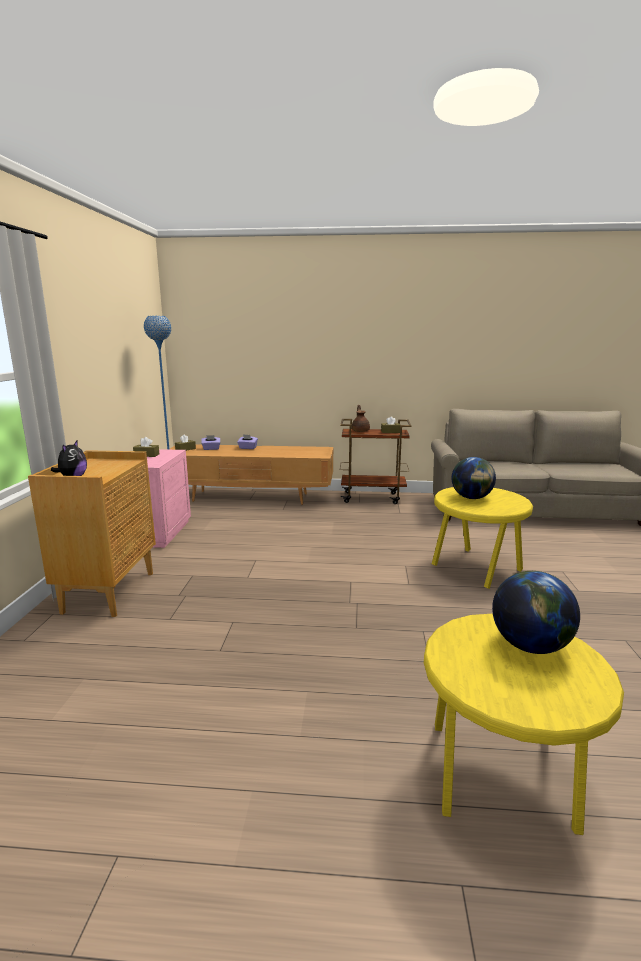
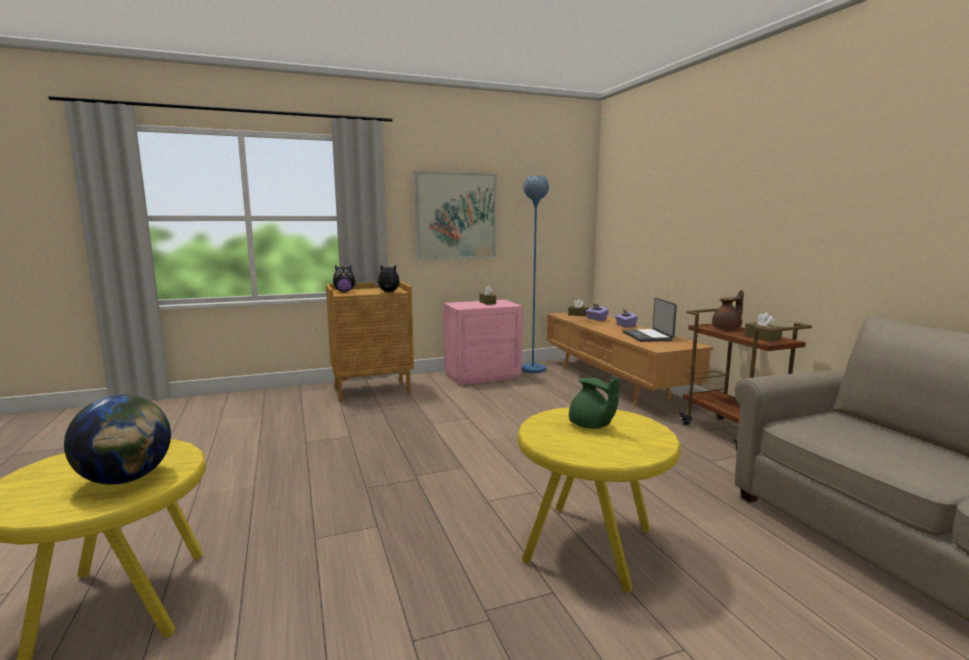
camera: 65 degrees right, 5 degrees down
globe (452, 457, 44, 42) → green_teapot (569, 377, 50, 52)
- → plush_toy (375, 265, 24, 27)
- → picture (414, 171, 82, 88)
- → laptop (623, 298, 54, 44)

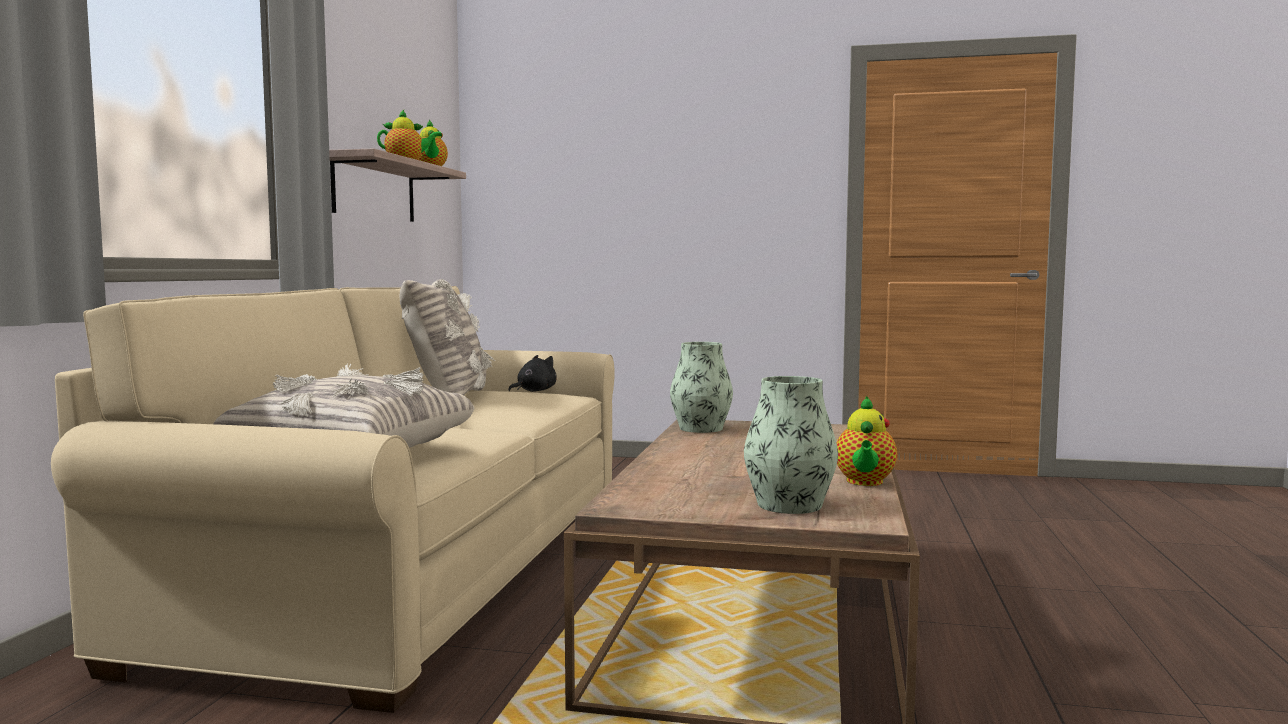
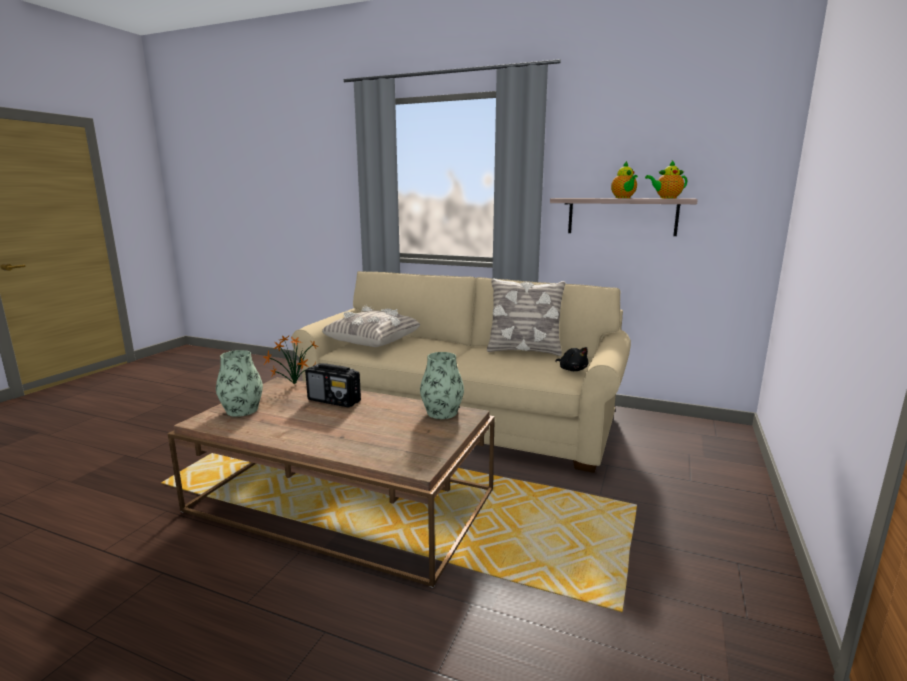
camera: 100 degrees right, 10 degrees up
teapot (836, 396, 61, 90) → -
- → potted_plant (264, 335, 54, 50)
- → radio (305, 363, 56, 45)

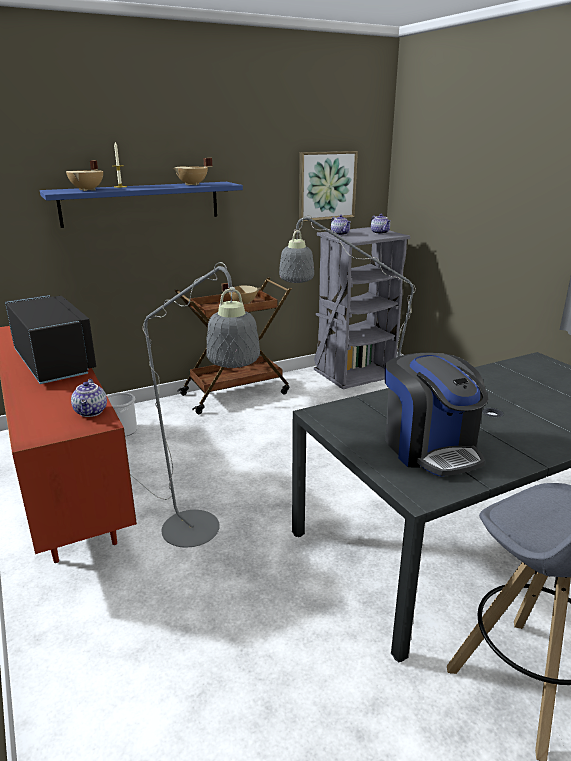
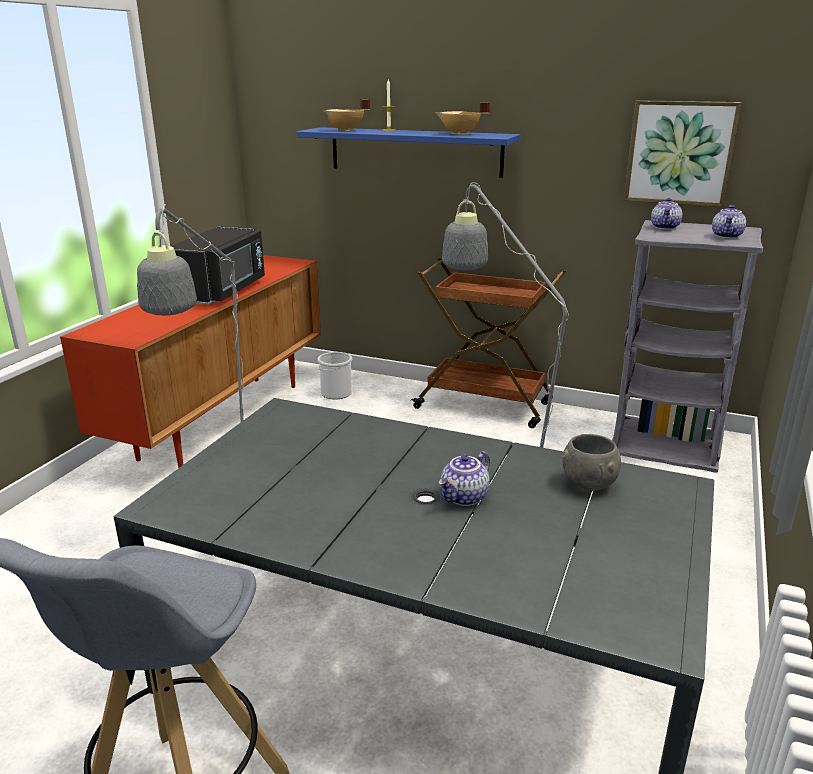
camera: 50 degrees right, 0 degrees up
teapot (71, 379, 36, 38) → teapot (439, 451, 51, 55), moved
beige_cooking_pot (222, 283, 39, 21) → -
coffee_machine (385, 353, 104, 124) → -
- → grey_bowl (562, 434, 59, 56)

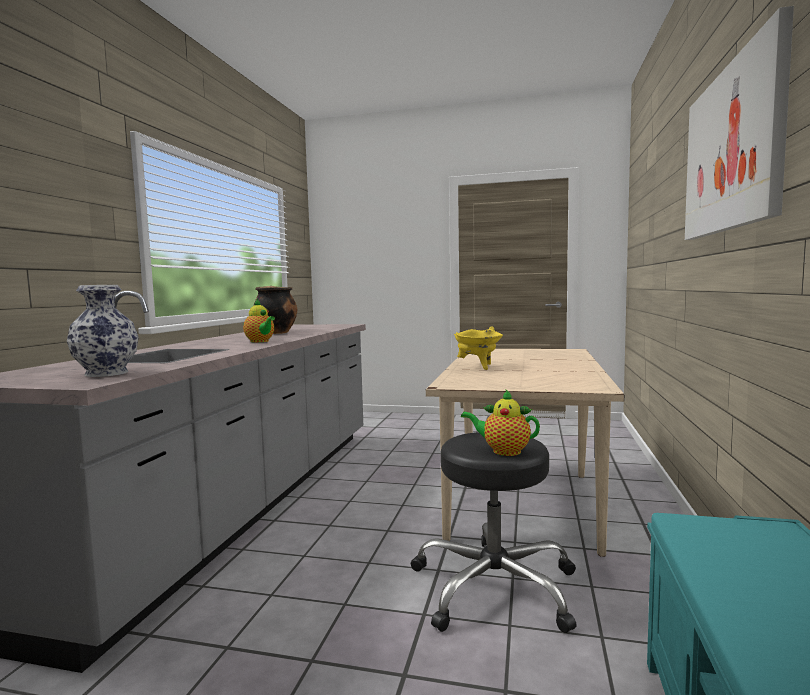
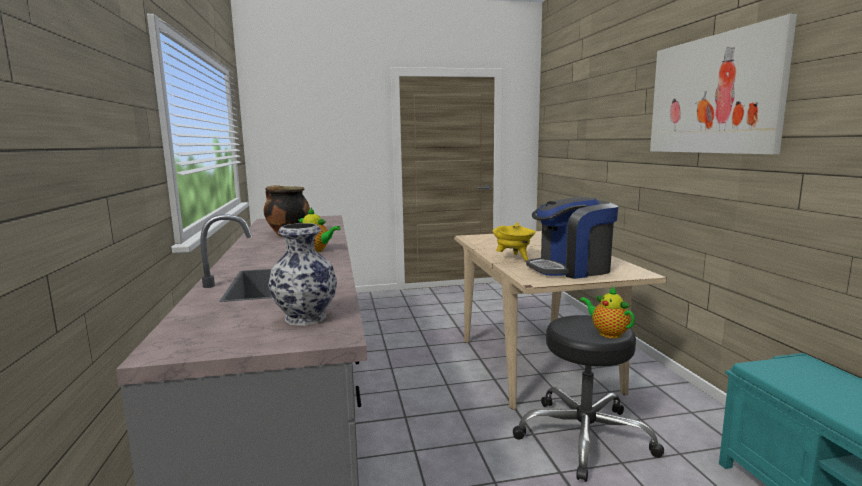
camera: 25 degrees left, 5 degrees up
teapot (461, 389, 79, 67) → teapot (580, 286, 55, 52), 60 degrees clockwise
- → coffee_machine (526, 197, 92, 82)

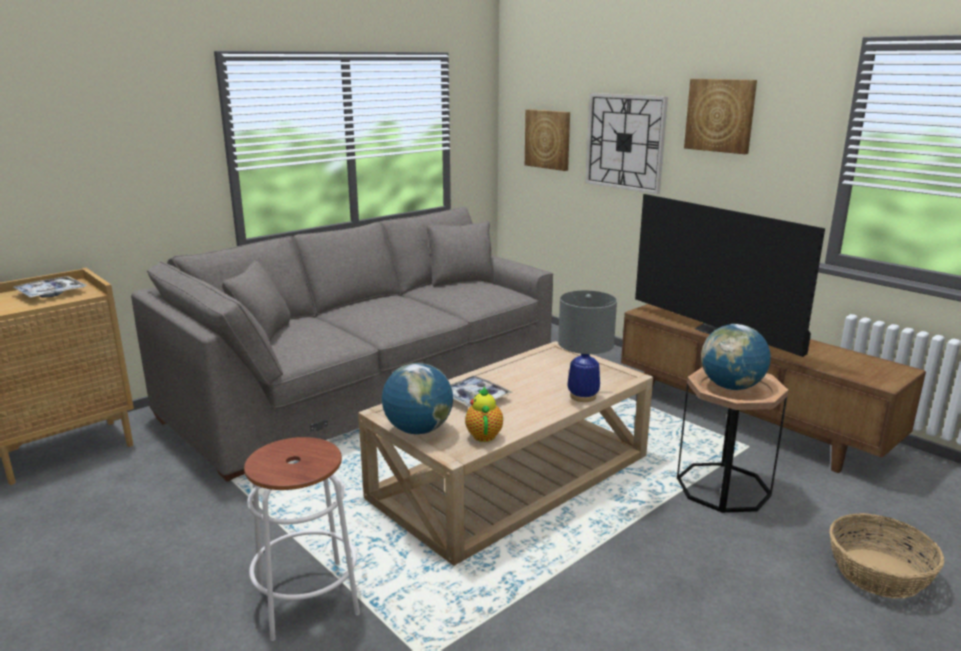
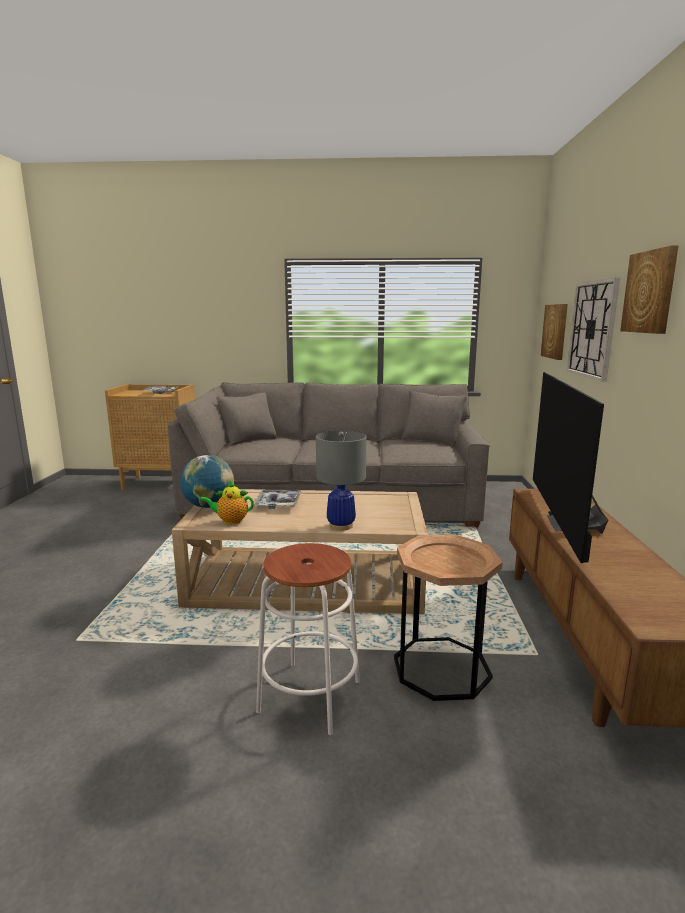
camera: 45 degrees right, 5 degrees down
white_stool (244, 437, 116, 204) → white_stool (256, 543, 104, 192), moved
teapot (465, 386, 38, 56) → teapot (200, 481, 54, 43), 135 degrees counterclockwise
globe (701, 324, 70, 66) → -
basket (830, 513, 114, 86) → -

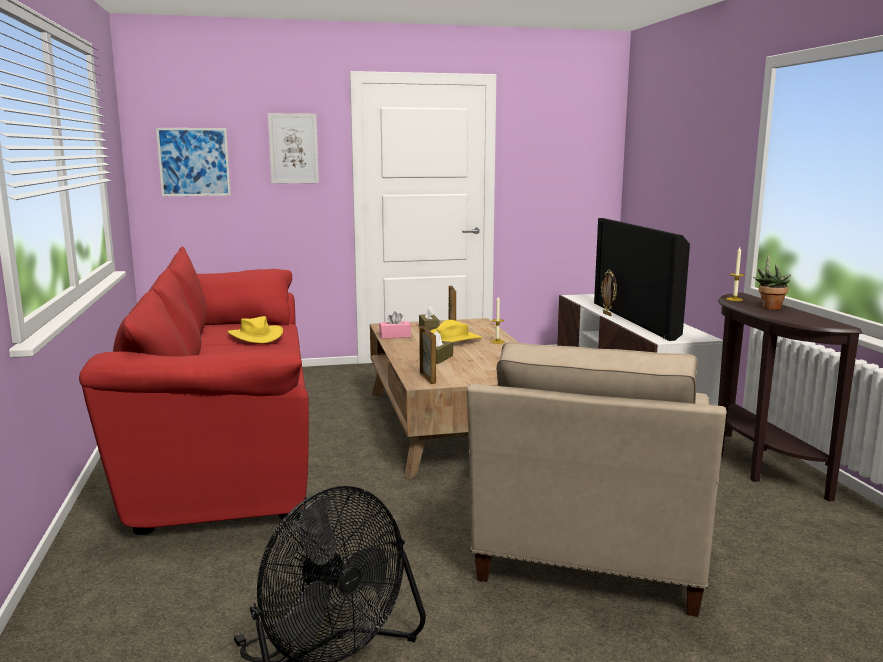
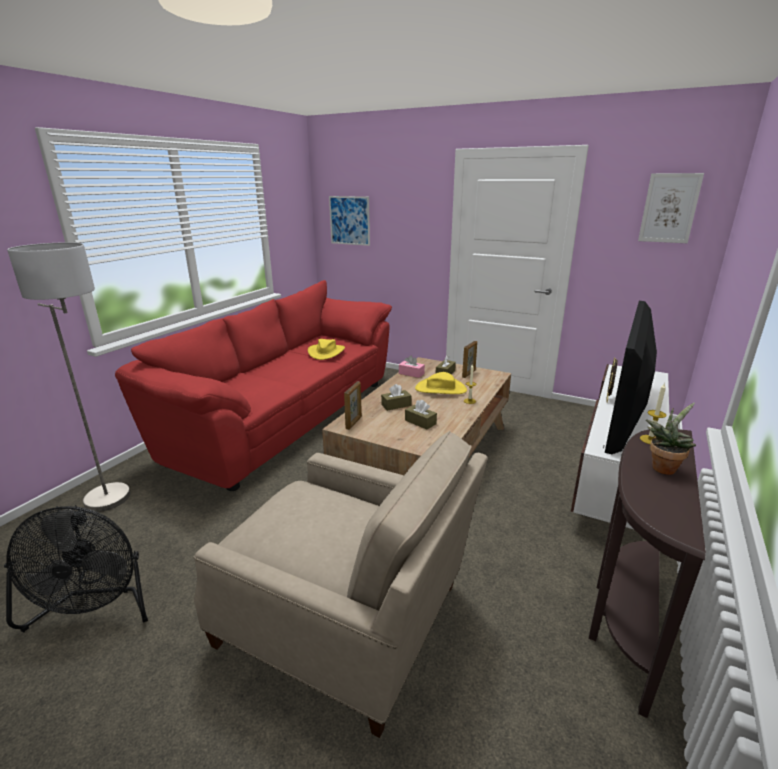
camera: 40 degrees right, 10 degrees up
picture (268, 113, 51, 71) → picture (638, 173, 66, 70), moved
beige_armchair (467, 342, 260, 275) → beige_armchair (193, 431, 295, 307), 120 degrees counterclockwise
- → grey_floor_lamp (7, 242, 123, 270)
- → brown_tissue_box (405, 400, 32, 29)

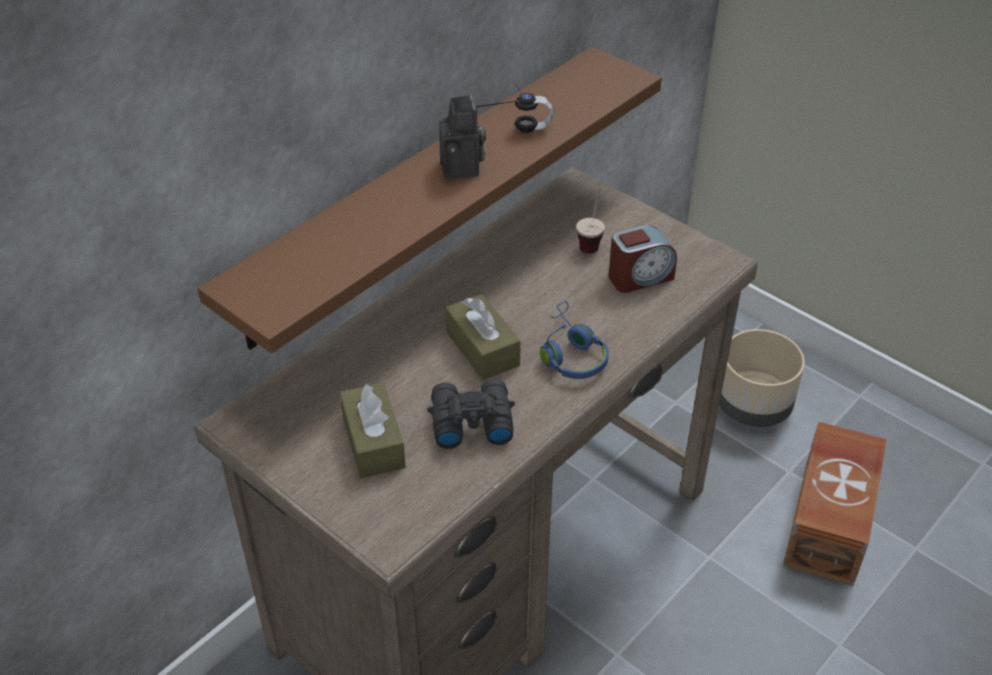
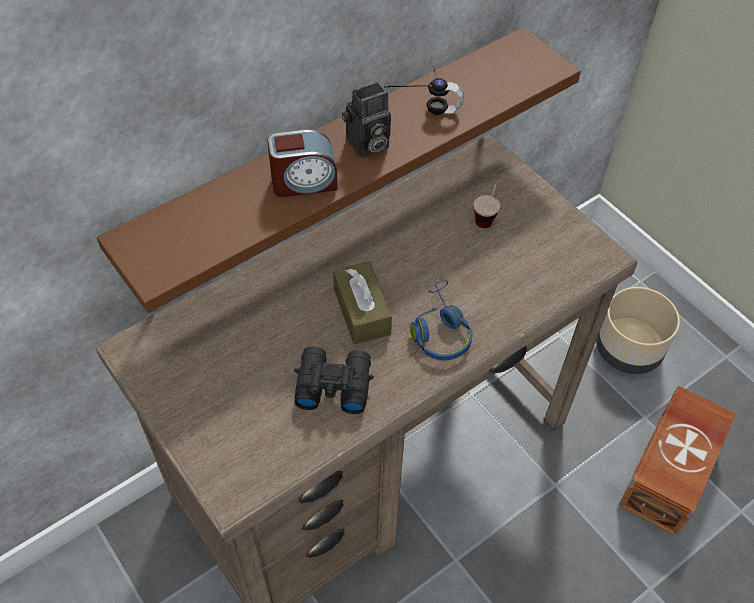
camera: 10 degrees right, 10 degrees up
brown_tissue_box (340, 382, 66, 96) → -
photo_camera (439, 93, 47, 87) → photo_camera (342, 82, 49, 76), 60 degrees clockwise
alarm_clock (609, 225, 68, 68) → alarm_clock (267, 130, 71, 67), moved

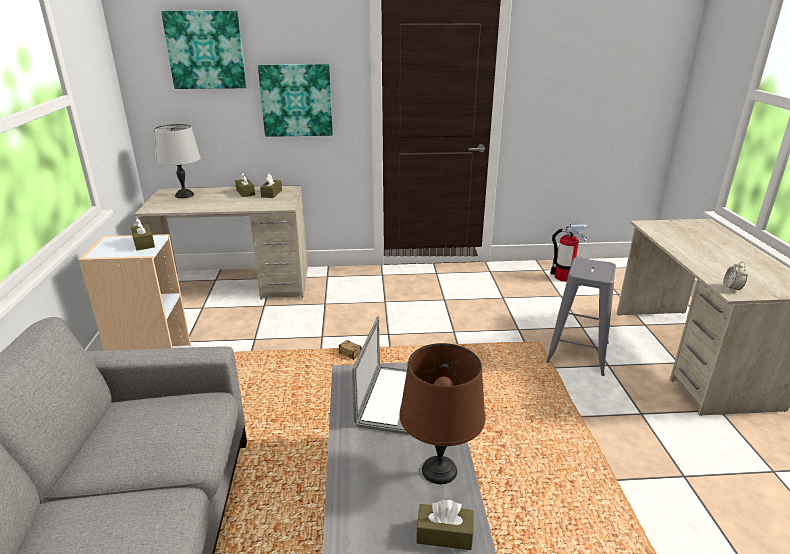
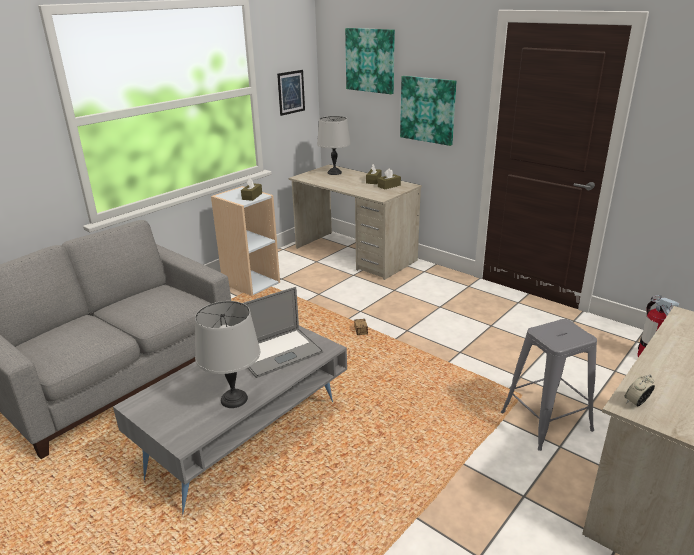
camera: 45 degrees right, 0 degrees up
brown_table_lamp (399, 343, 86, 141) → grey_table_lamp (195, 301, 65, 107)
brown_tissue_box (416, 500, 58, 50) → -
- → picture (277, 70, 28, 46)

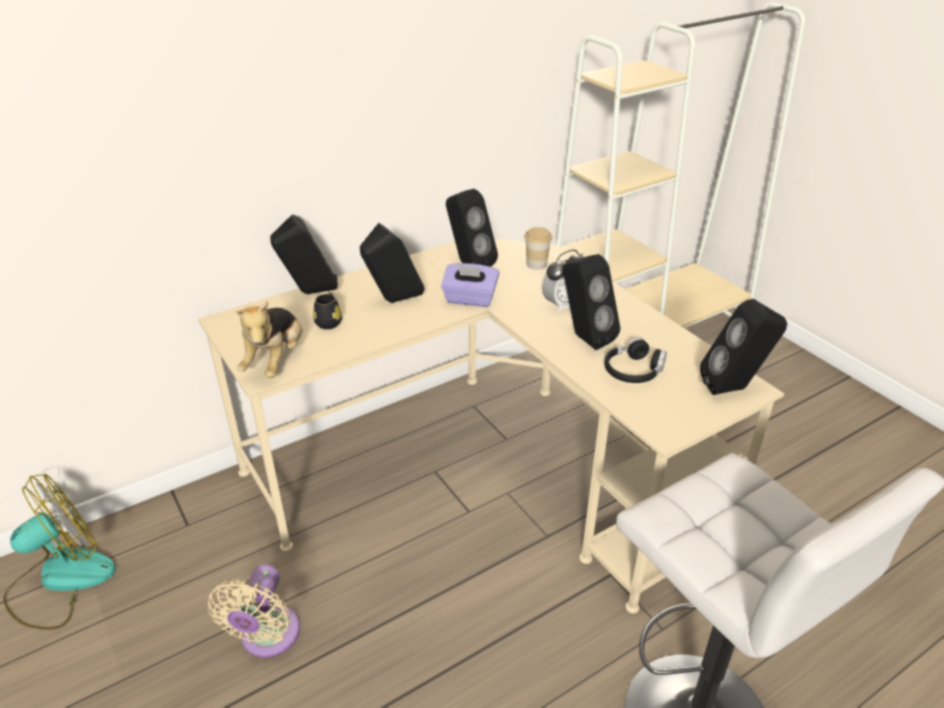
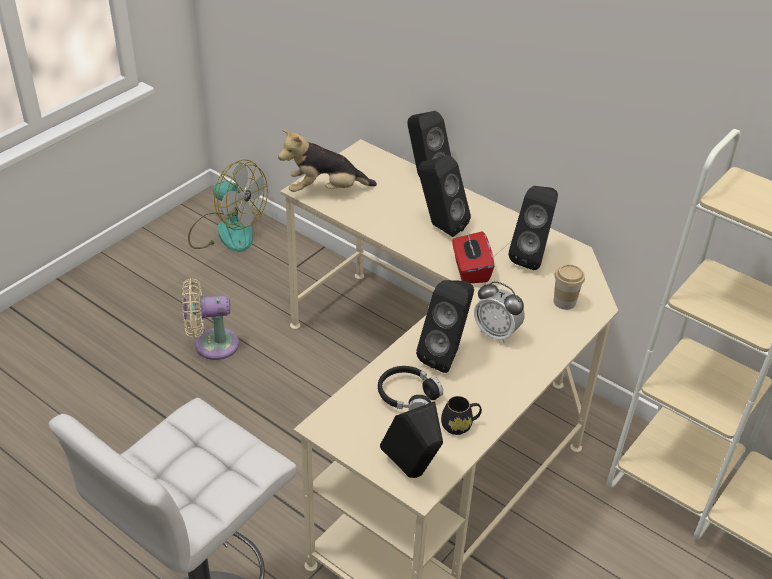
camera: 70 degrees right, 5 degrees up
black_mug (313, 293, 29, 36) → black_mug (441, 396, 41, 39), moved
purple_tissue_box (441, 263, 58, 44) → red_tissue_box (452, 231, 42, 52)

